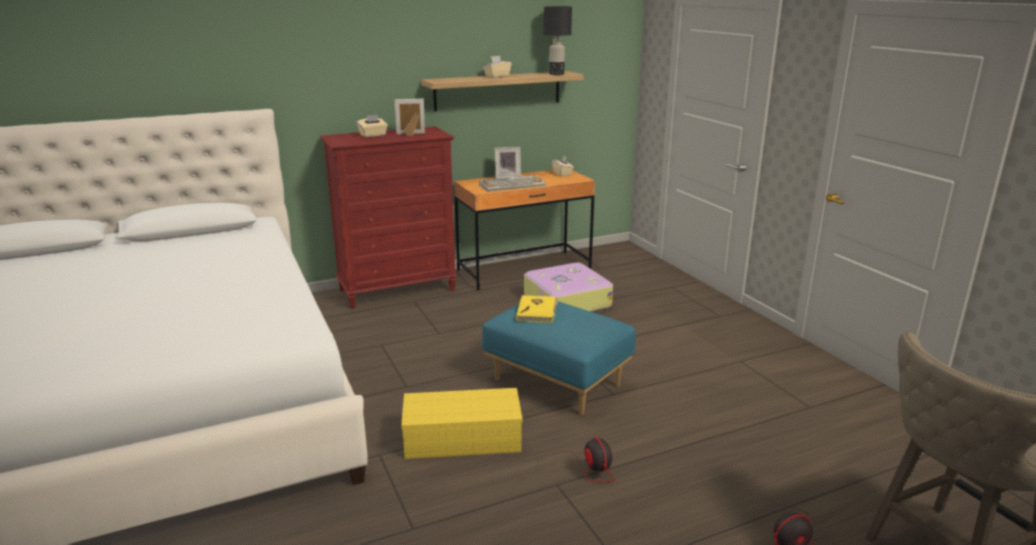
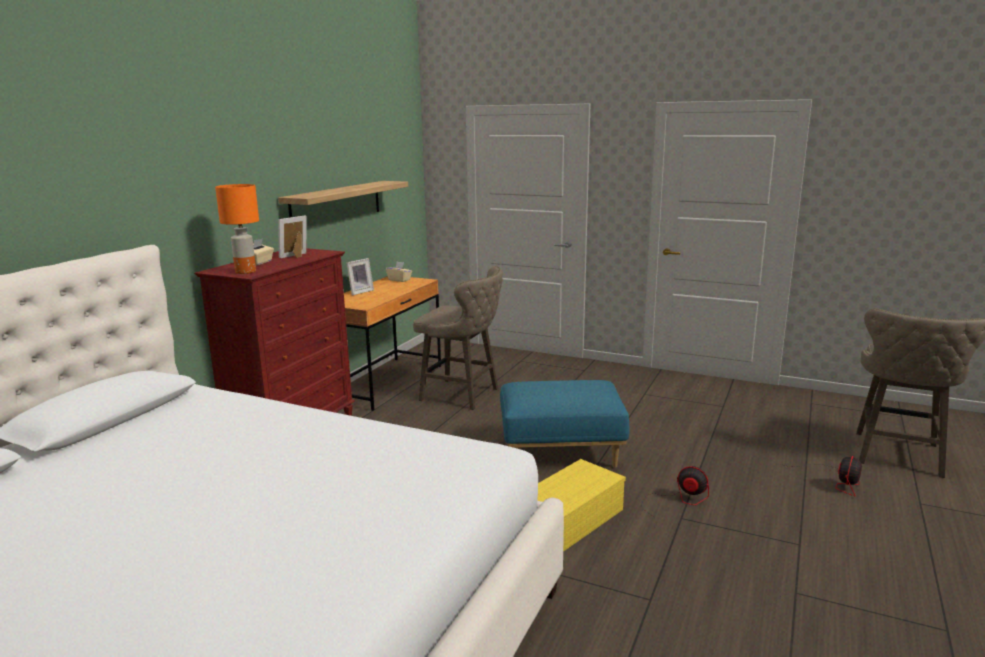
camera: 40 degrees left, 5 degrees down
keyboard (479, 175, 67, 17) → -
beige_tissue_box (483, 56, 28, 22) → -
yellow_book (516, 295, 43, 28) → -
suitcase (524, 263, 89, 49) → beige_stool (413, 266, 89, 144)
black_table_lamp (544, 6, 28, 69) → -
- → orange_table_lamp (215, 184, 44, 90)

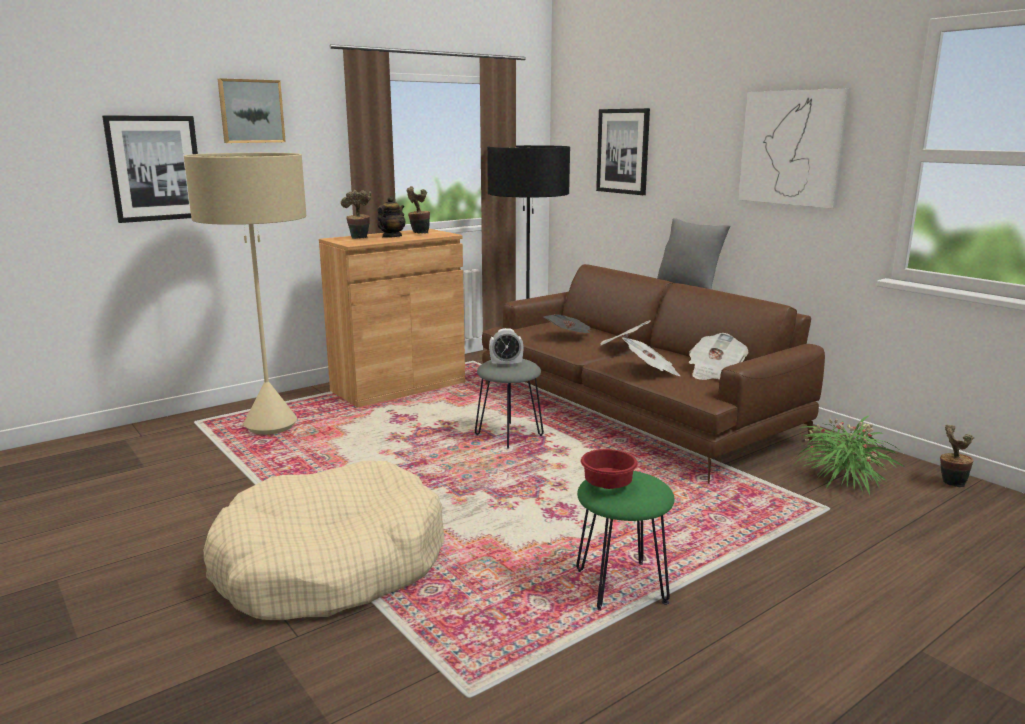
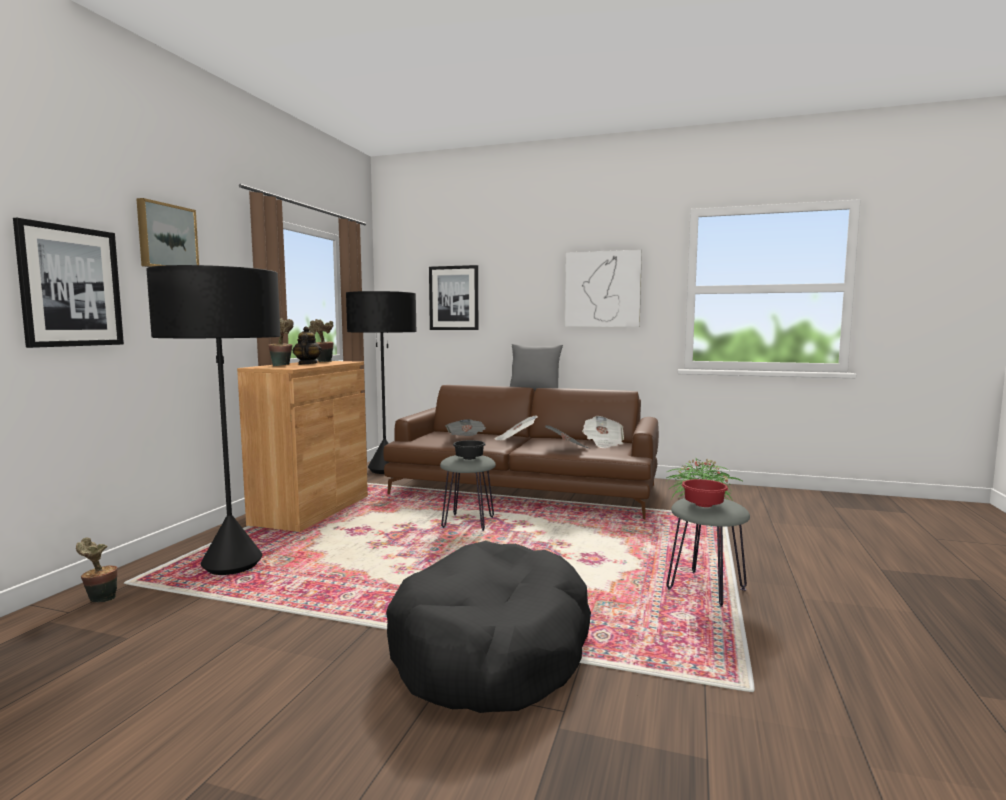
camera: 35 degrees left, 10 degrees down
beige_floor_lamp (184, 153, 122, 282) → black_floor_lamp (146, 265, 135, 310)
beige_dog_bed (204, 461, 241, 159) → black_dog_bed (386, 541, 205, 172)
alarm_clock (489, 328, 34, 39) → black_bowl (453, 440, 33, 20)
green_stool (576, 471, 98, 139) → grey_stool (666, 498, 84, 109)
potted_plant (940, 425, 34, 63) → potted_plant (76, 538, 41, 65), moved

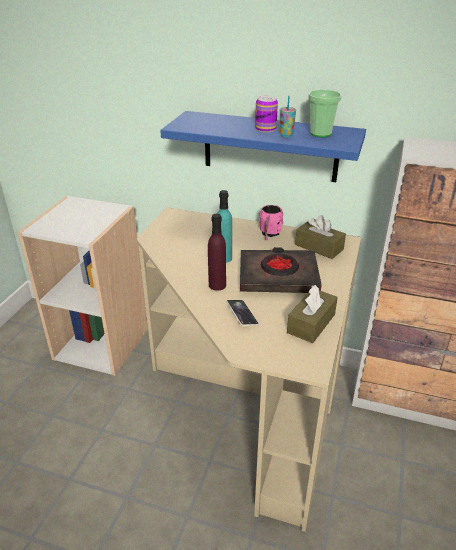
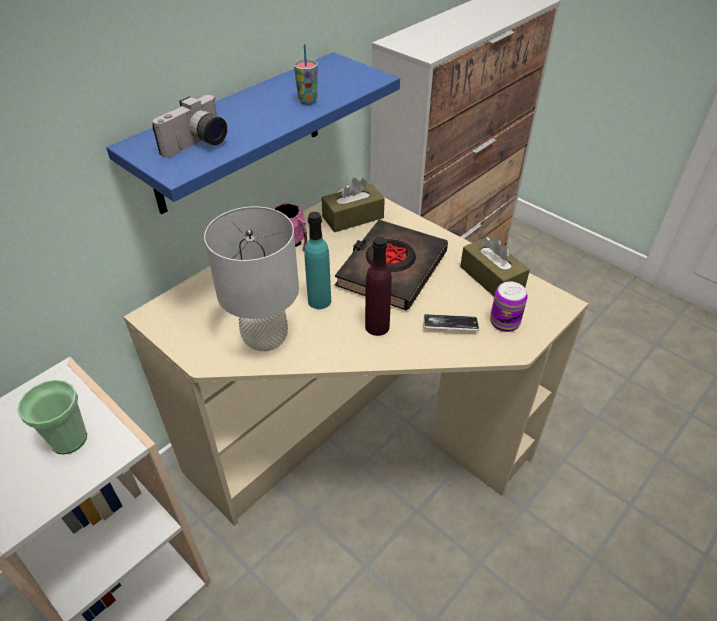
camera: 65 degrees left, 10 degrees up
can (255, 96, 23, 36) → can (490, 281, 38, 51), moved
cup (309, 90, 33, 47) → cup (17, 380, 70, 74), moved
- → photo_camera (152, 95, 75, 63)
- → grey_table_lamp (204, 206, 95, 145)

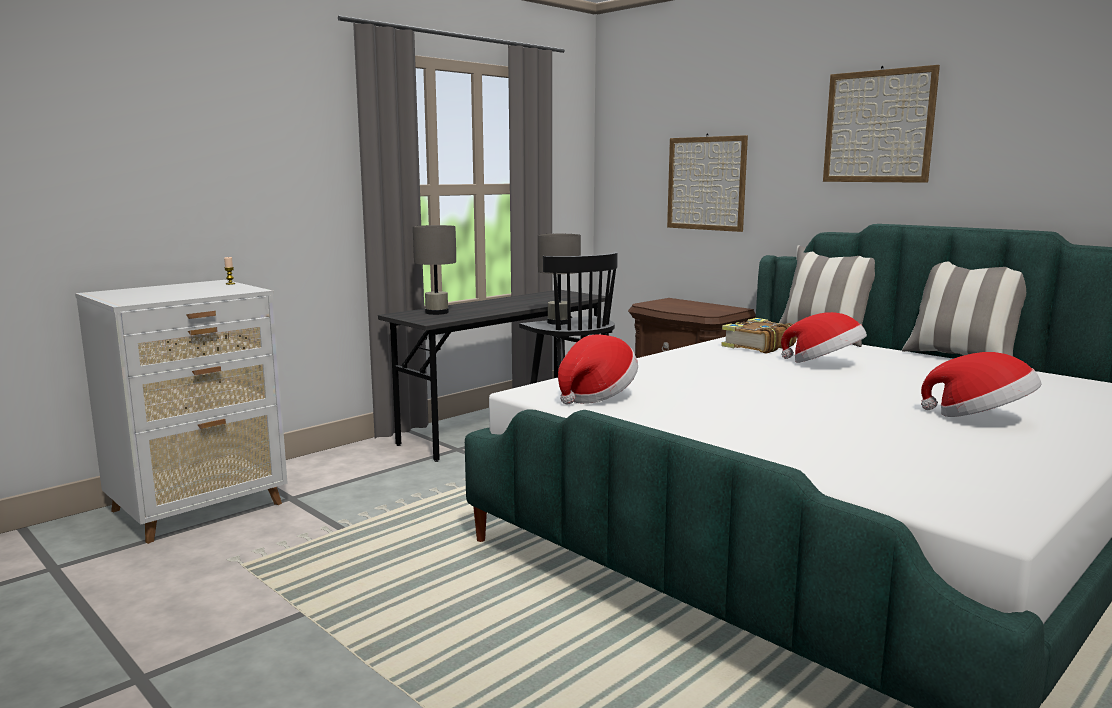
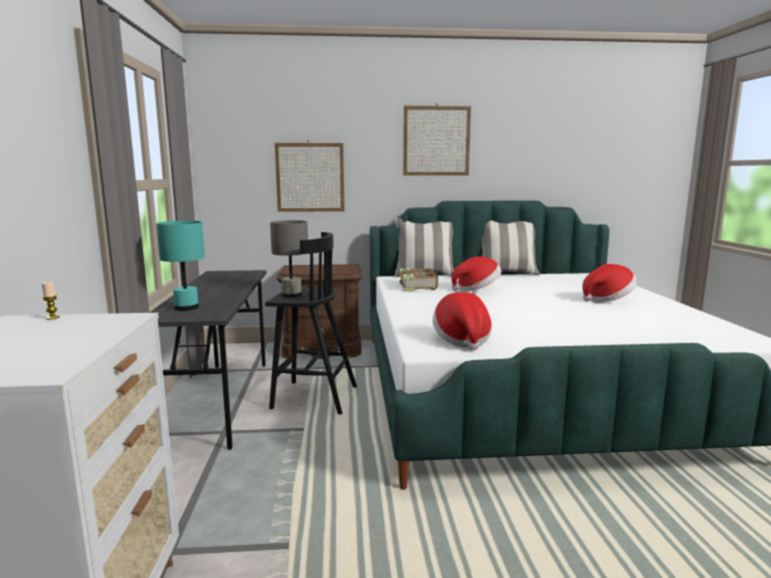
camera: 50 degrees left, 0 degrees up
grey_table_lamp (413, 225, 43, 90) → turquoise_table_lamp (156, 221, 49, 90)

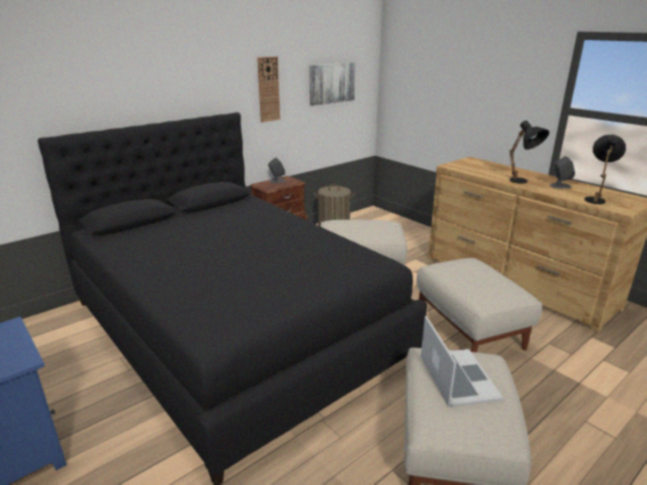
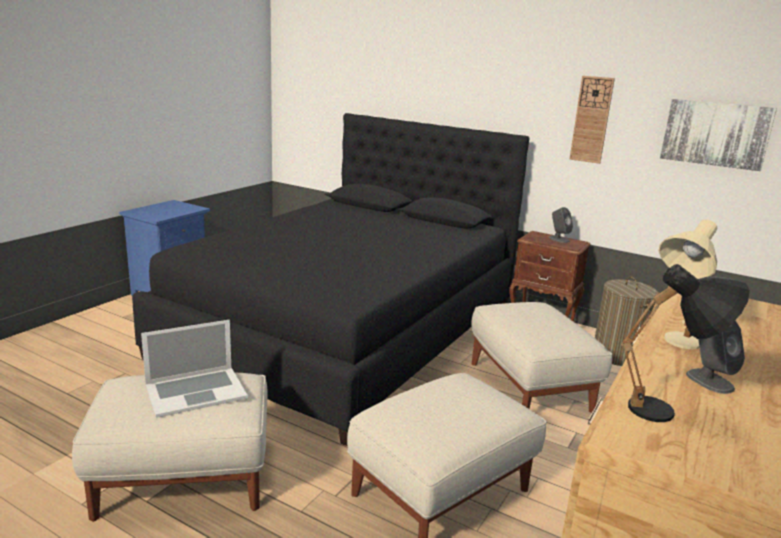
camera: 70 degrees right, 5 degrees down
black_table_lamp (509, 120, 40, 64) → beige_table_lamp (658, 219, 59, 130)

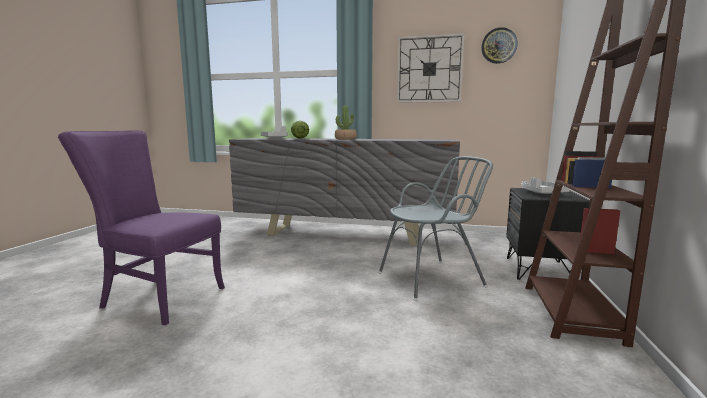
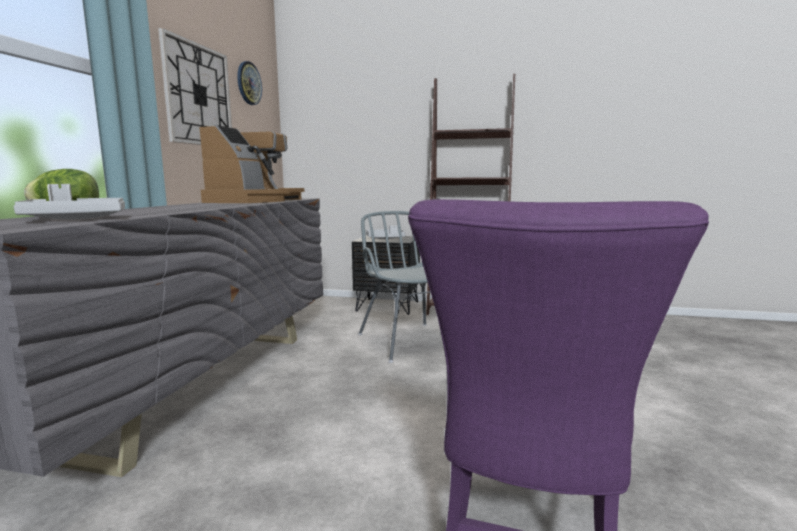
camera: 90 degrees left, 0 degrees up
potted_plant (335, 105, 22, 35) → -
- → coffee_machine (199, 125, 105, 78)

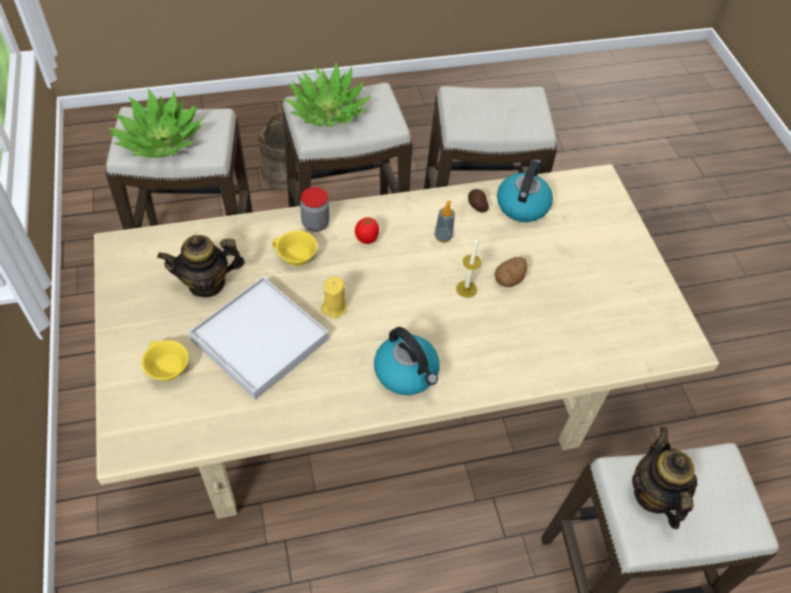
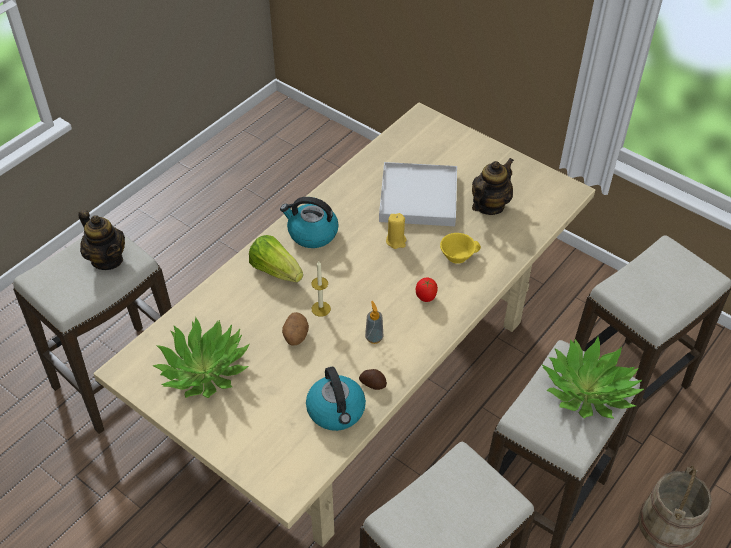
camera: 145 degrees right, 5 degrees down
potted_plant (108, 89, 96, 69) → potted_plant (153, 317, 97, 81), moved
yellow_cup (141, 340, 48, 41) → -
jar (300, 187, 30, 45) → -
- → lettuce (249, 235, 54, 47)

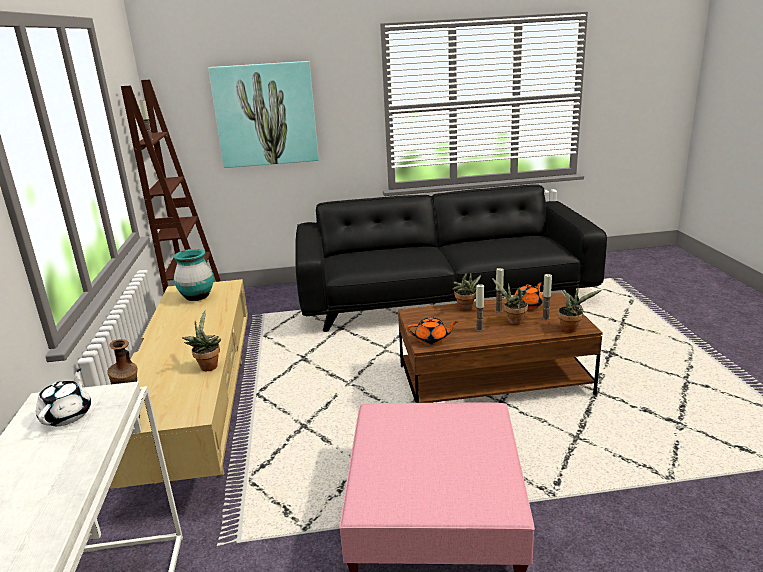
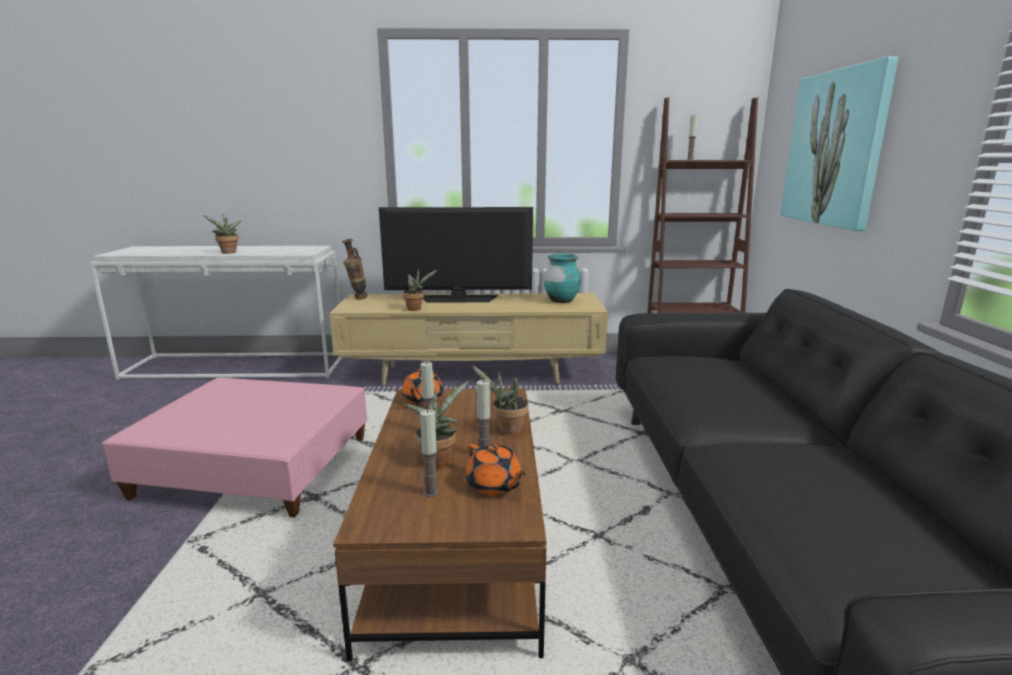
camera: 95 degrees right, 5 degrees down
white_teapot (36, 369, 55, 57) → -
potted_plant (558, 287, 44, 46) → potted_plant (203, 214, 39, 40), moved
- → television (379, 207, 154, 96)

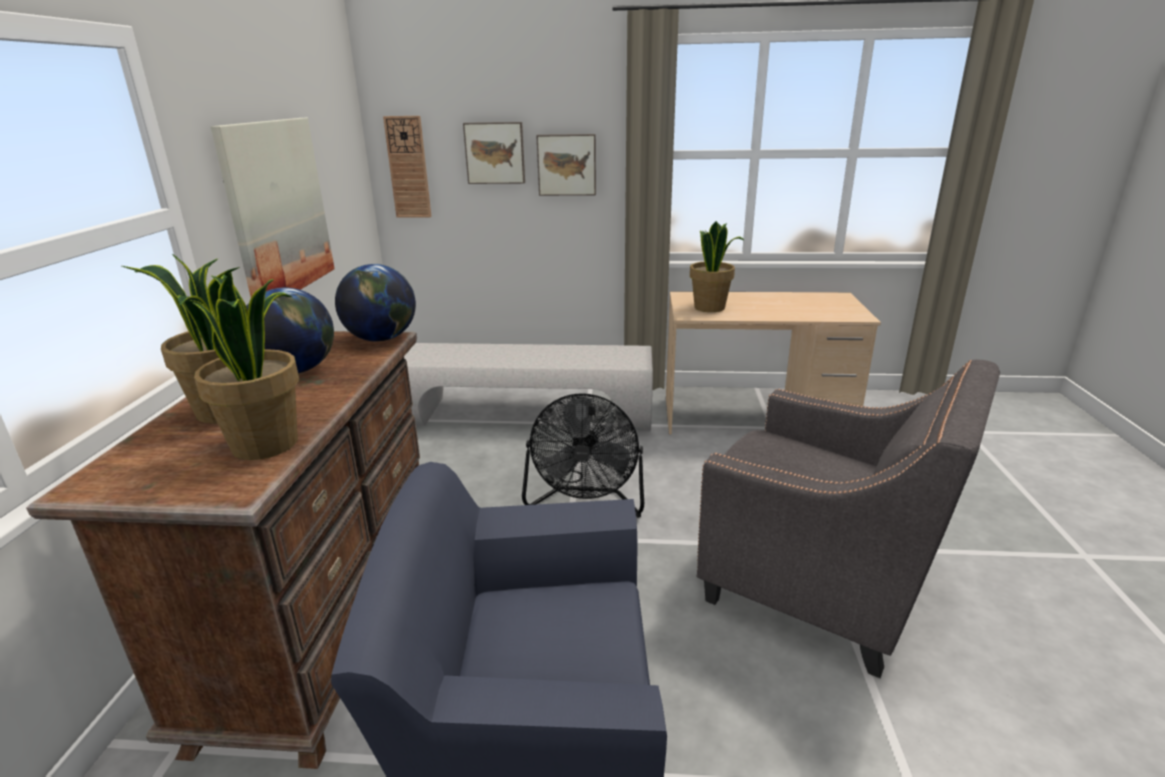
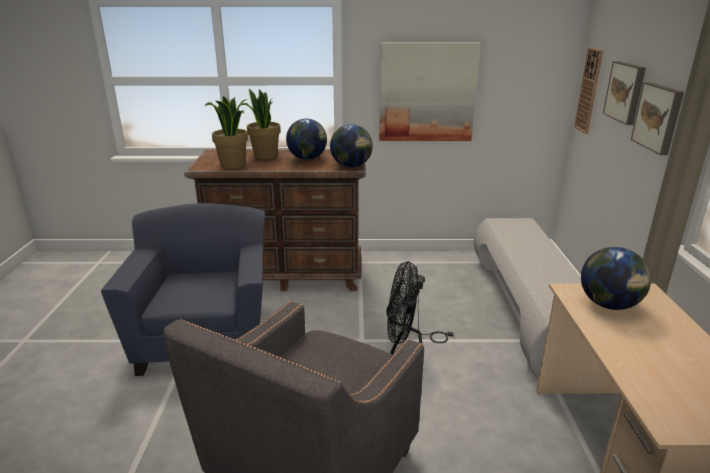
camera: 85 degrees right, 0 degrees up
potted_plant (690, 221, 54, 91) → globe (581, 247, 70, 63)

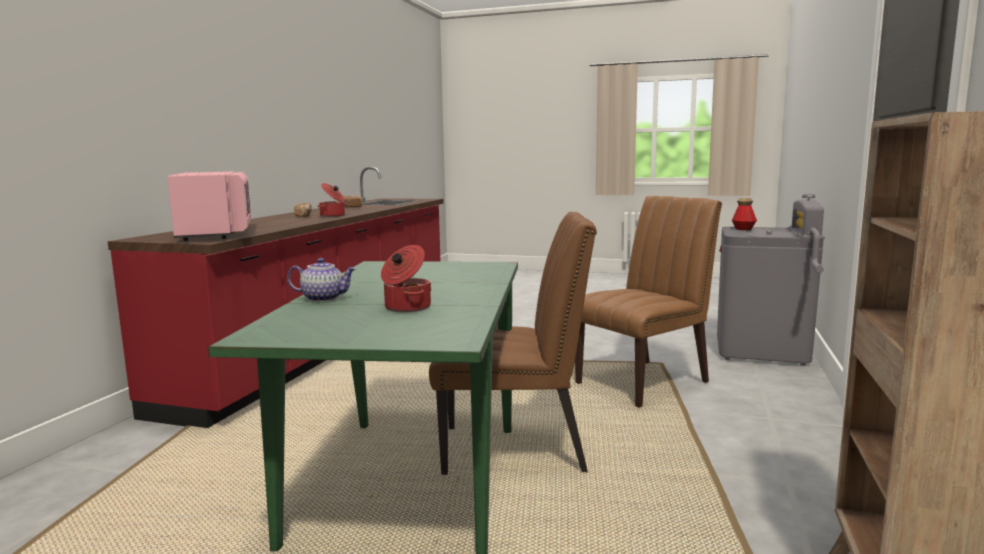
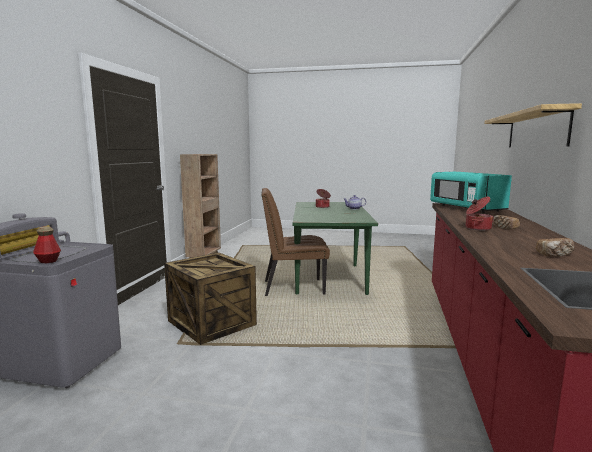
camera: 175 degrees right, 0 degrees up
pink_microwave (167, 172, 84, 69) → turquoise_microwave (430, 172, 82, 41)
brown_chair (575, 196, 147, 212) → crate (164, 252, 93, 93)
- → shelf (484, 103, 98, 45)

